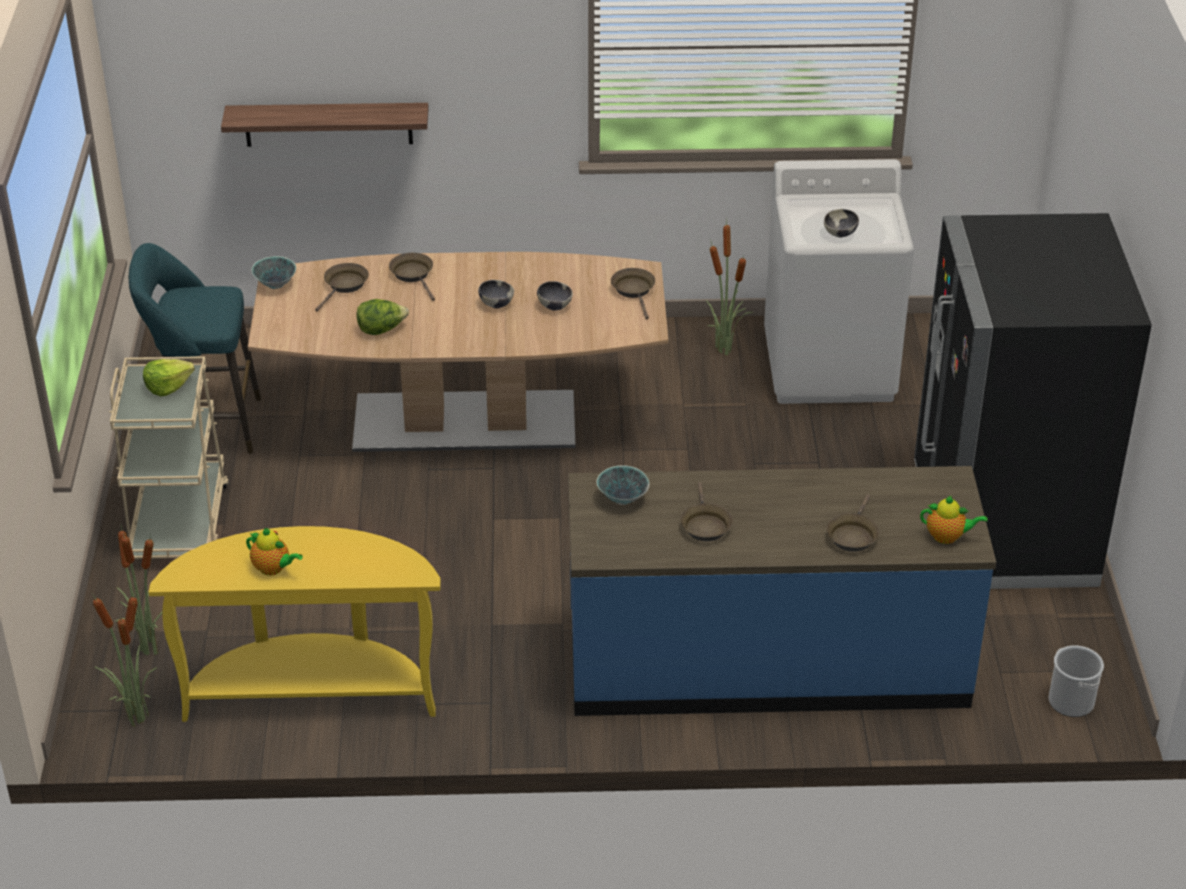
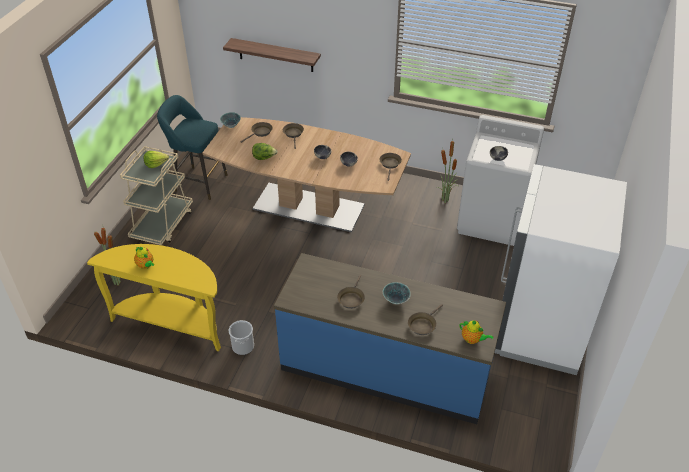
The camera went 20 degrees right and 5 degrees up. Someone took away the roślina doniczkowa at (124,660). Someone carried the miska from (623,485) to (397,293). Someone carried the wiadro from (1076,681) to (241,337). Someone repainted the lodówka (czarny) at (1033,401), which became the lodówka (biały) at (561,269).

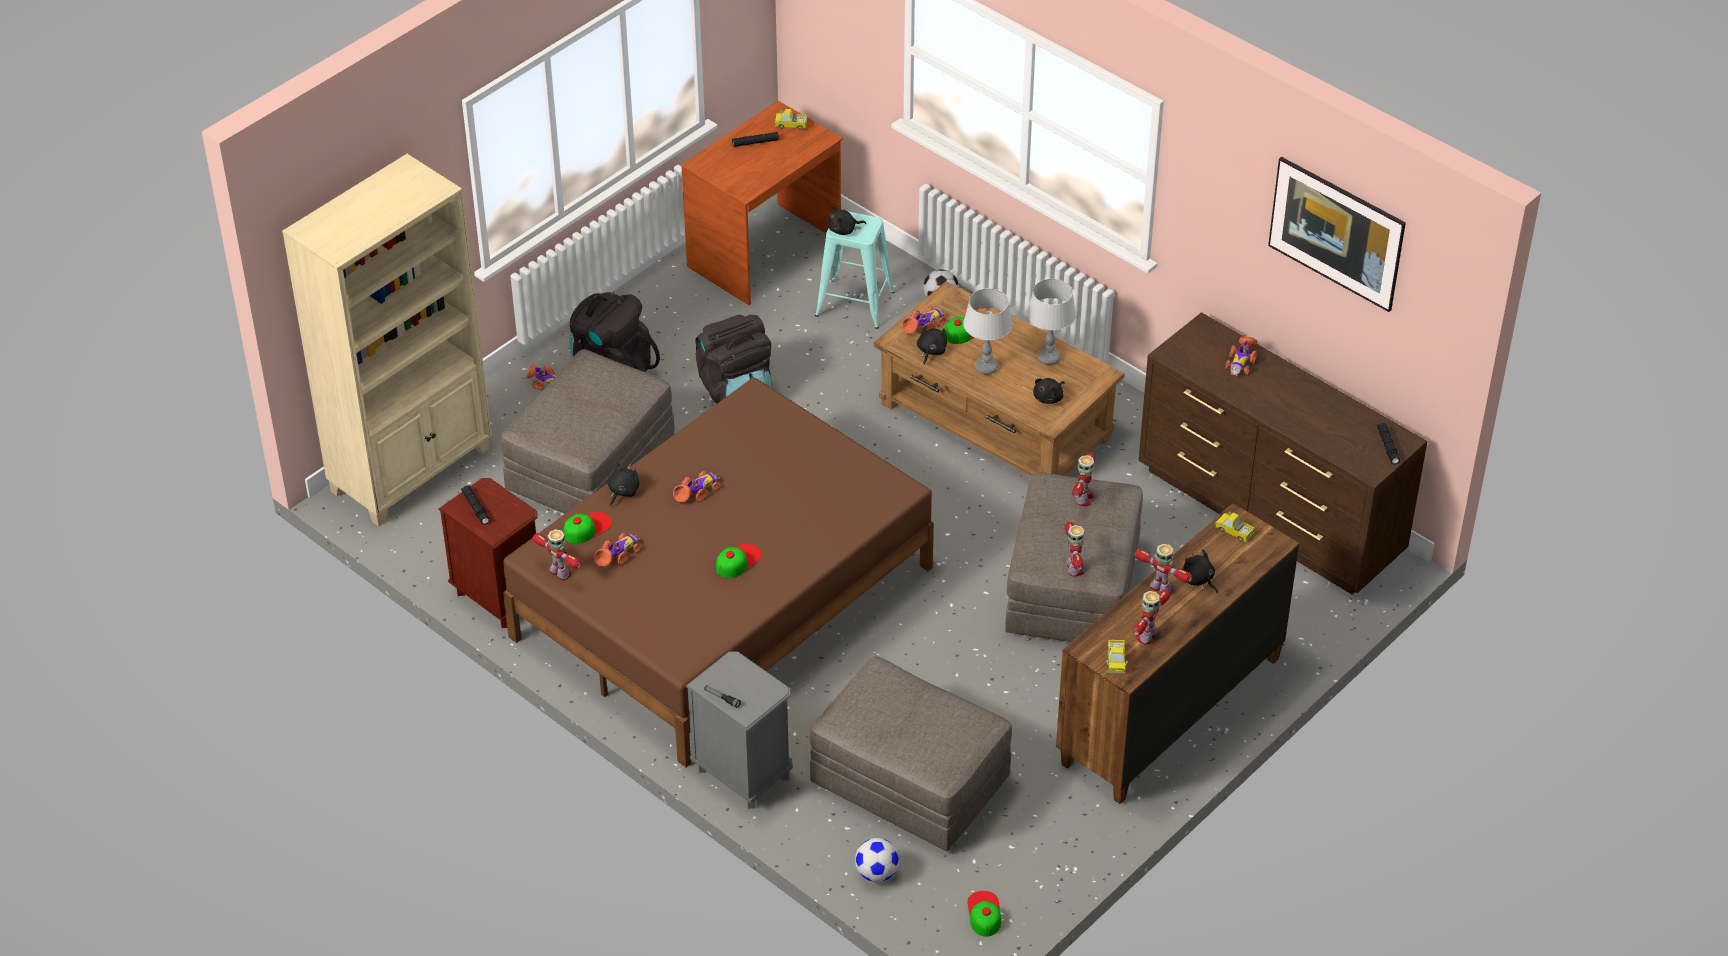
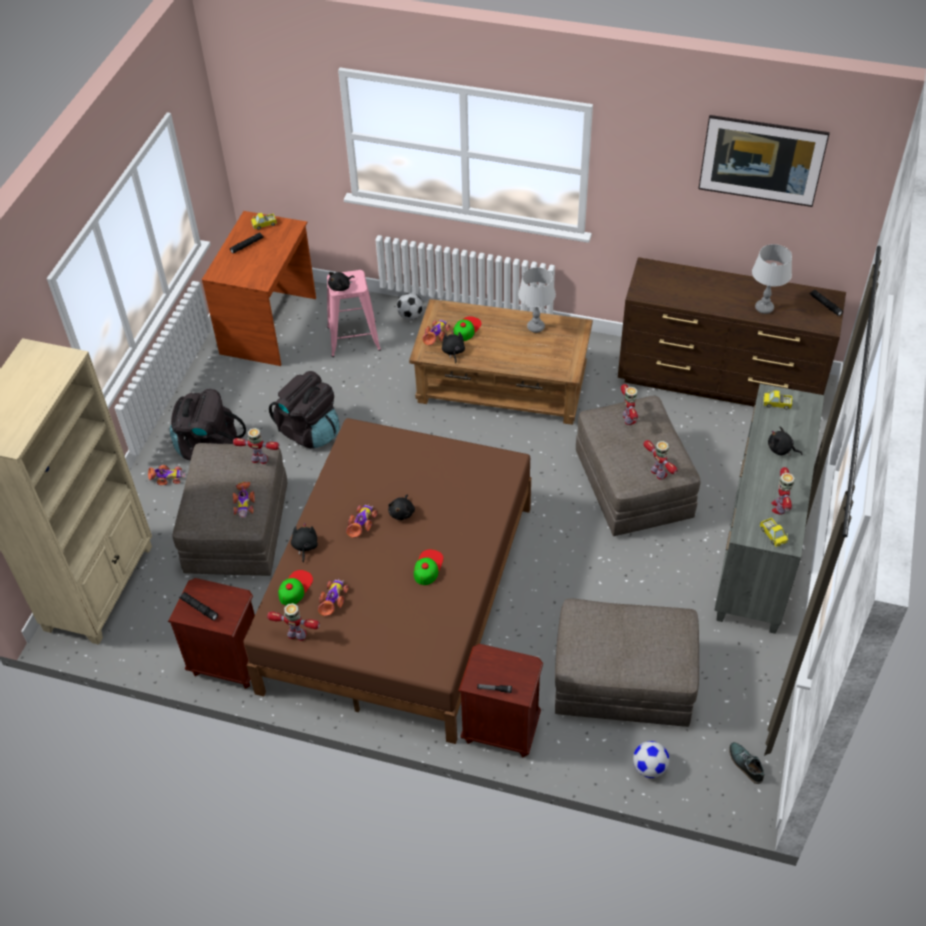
The camera went 25 degrees left and 5 degrees up. Someone carried the lampa stołowa (szary) from (988,331) to (772,279). Someone carried the pluszak (czarny) from (1049,391) to (401,507). Someone carried the robot zabawkowy from (1163,569) to (256,446). Someone carried the samochodzik from (1241,356) to (244,500). Someone swapped the czapka z daszkiem at (984,914) for the but at (747,763). Someone repainted the szafka nocna (szary) at (739,730), which became the szafka nocna (brązowy) at (500,700). Someone repainted the stołek (turkusowy) at (854,270), which became the stołek (różowy) at (354,313). Someone repainted the komoda (brązowy) at (1177,653), which became the komoda (szary) at (769,509).

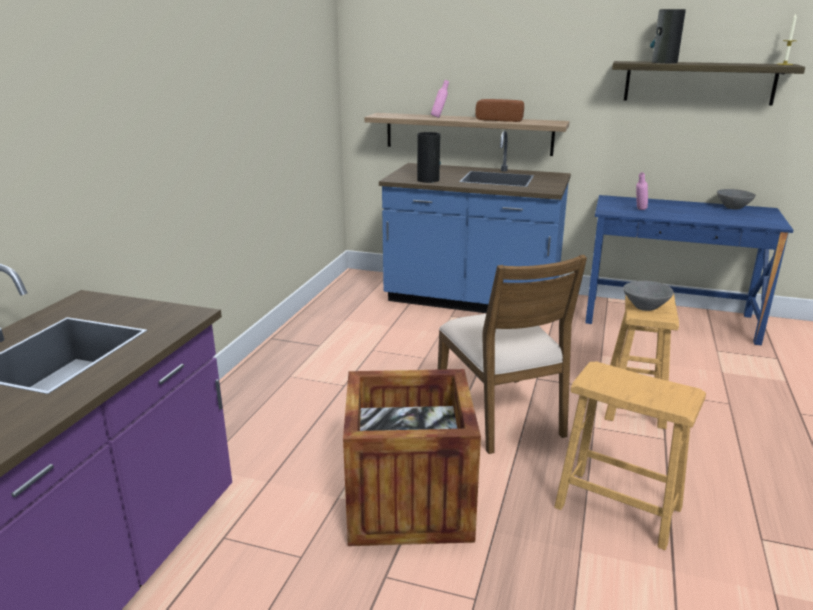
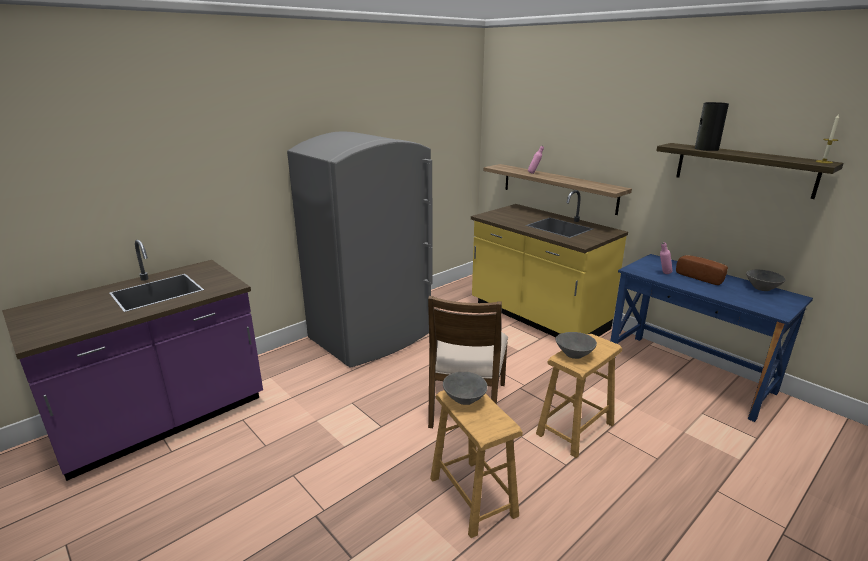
The camera went 30 degrees right and 0 degrees up. Someone took away the skrzynka at (412,457). Someone took away the wazon at (429,157). Someone put down the lodówka (szary) at (359,249). Someone put down the miska (szary) at (465,388). Someone carried the chleb from (500,110) to (702,270). Someone repainted the zabudowa kuchenna (niebieski) at (475,222), which became the zabudowa kuchenna (żółty) at (549,263).

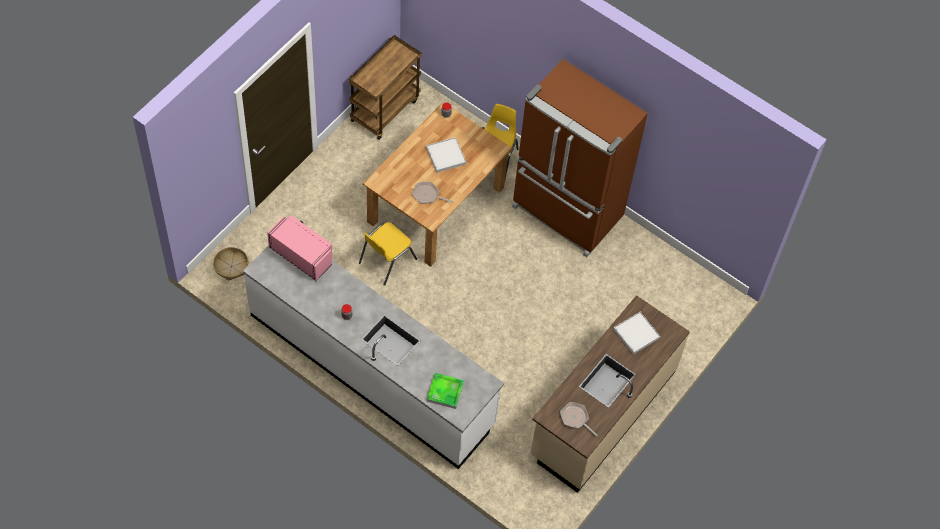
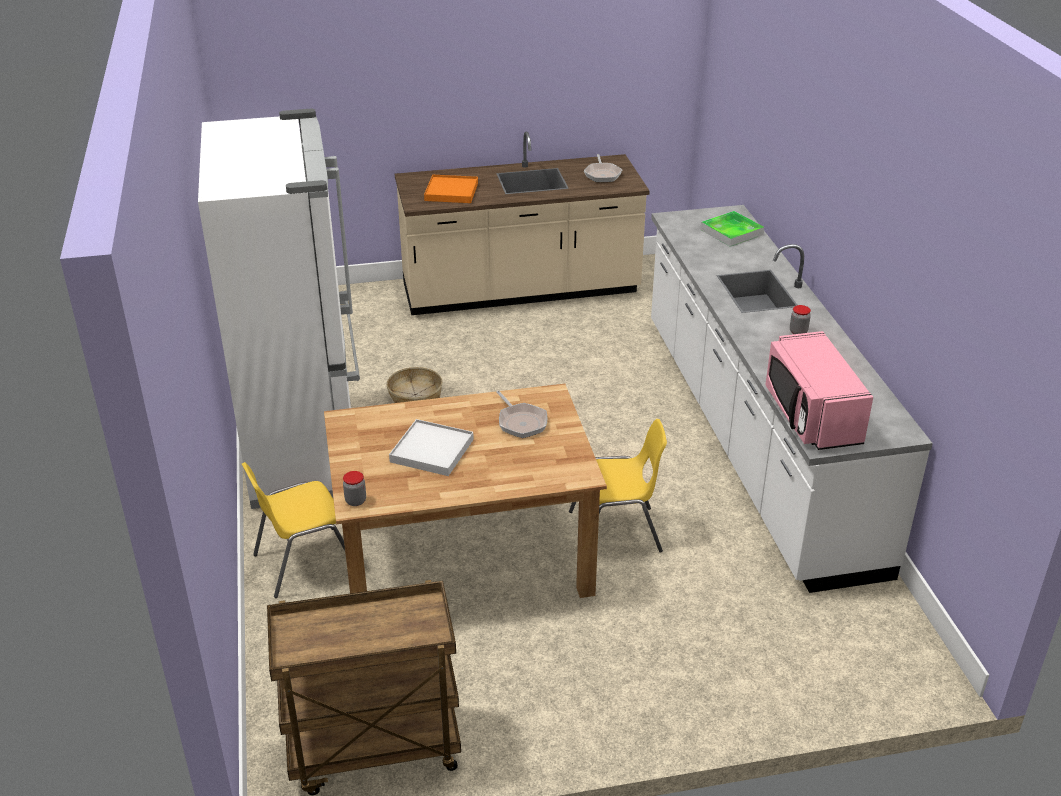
The camera went 135 degrees left and 25 degrees down. Someone carried the koszyk from (230,263) to (414,385). Someone repainted the lodówka (brązowy) at (580,158), which became the lodówka (biały) at (279,308). Someone repainted the taca (biały) at (636,333), which became the taca (pomarańczowy) at (451,189).

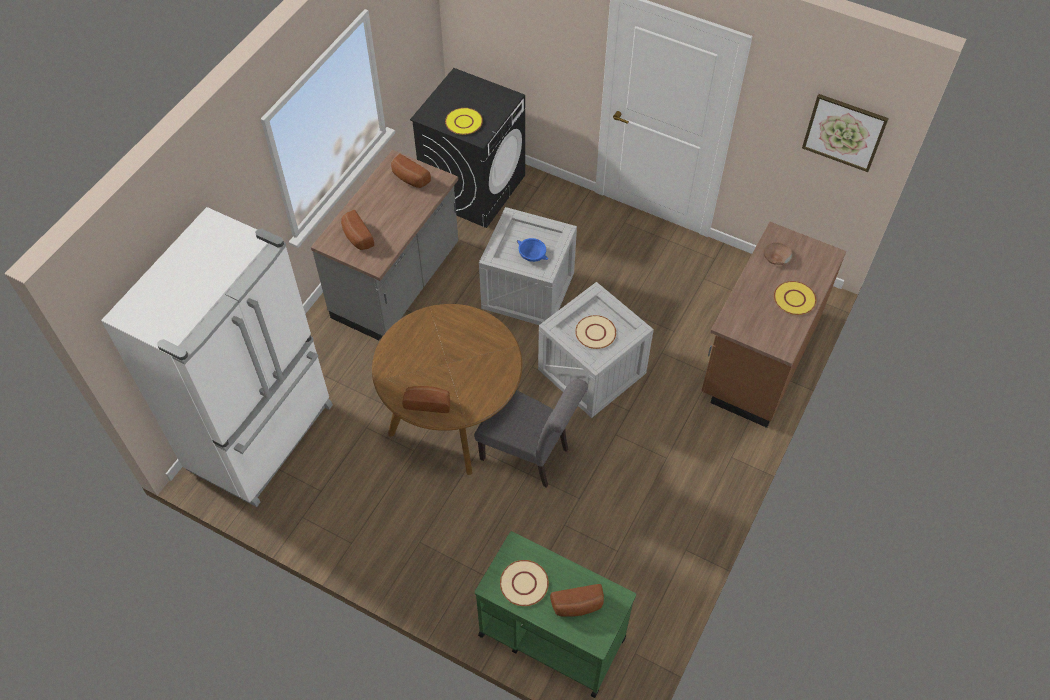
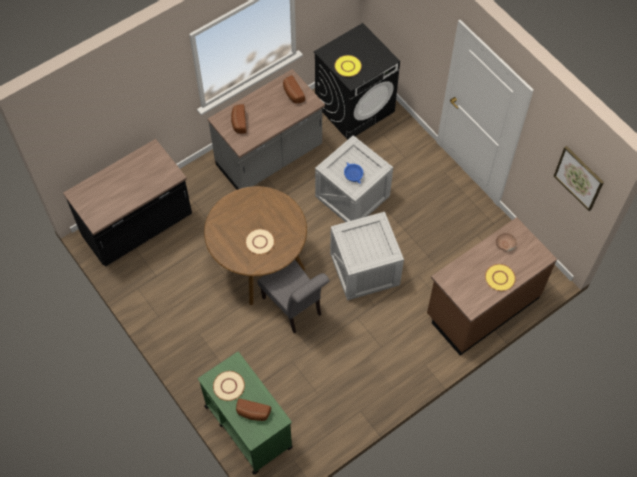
The camera went 25 degrees right and 5 degrees up. Someone took away the chleb at (426,399). Someone carried the talerz (beżowy) from (595,332) to (260,242). Someone swapped the lodówka (biały) at (217,357) for the zabudowa kuchenna (czarny) at (127,203).

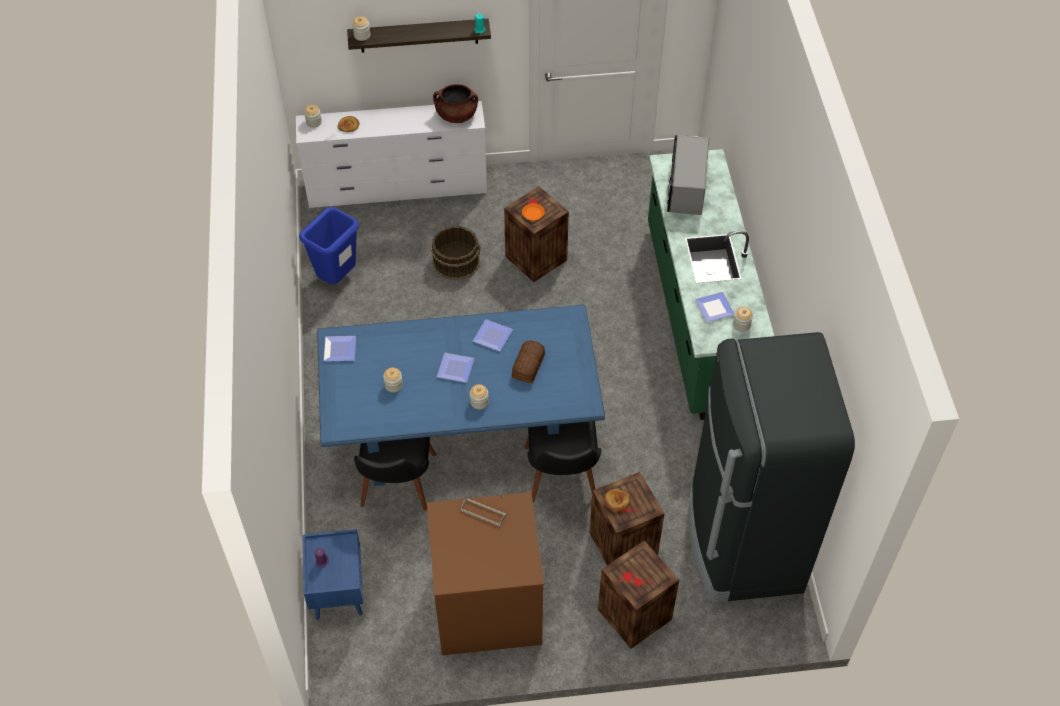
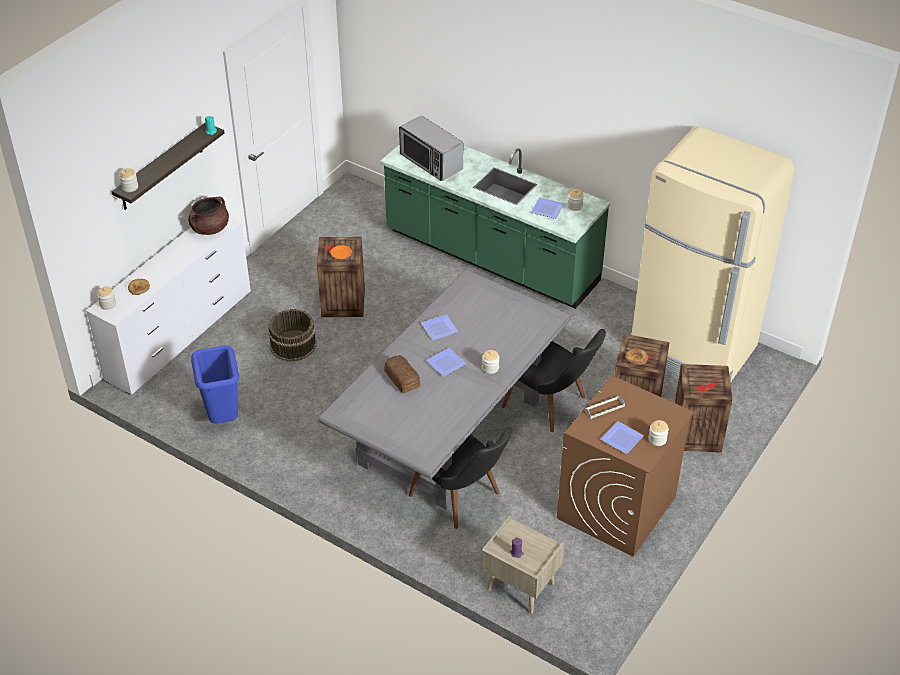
The camera went 50 degrees left and 10 degrees down. Someone carried the talerz from (339,348) to (622,437). Someone carried the słoik from (393,380) to (658,433). Someone carried the chleb from (528,362) to (402,374). Someone repainted the szafka nocna (niebieski) at (333,574), which became the szafka nocna (beżowy) at (523,564). Someone repainted the stół jadalny (niebieski) at (461,395), which became the stół jadalny (szary) at (444,389). Someone repainted the lodówka (czarny) at (771,467), which became the lodówka (beżowy) at (712,255).

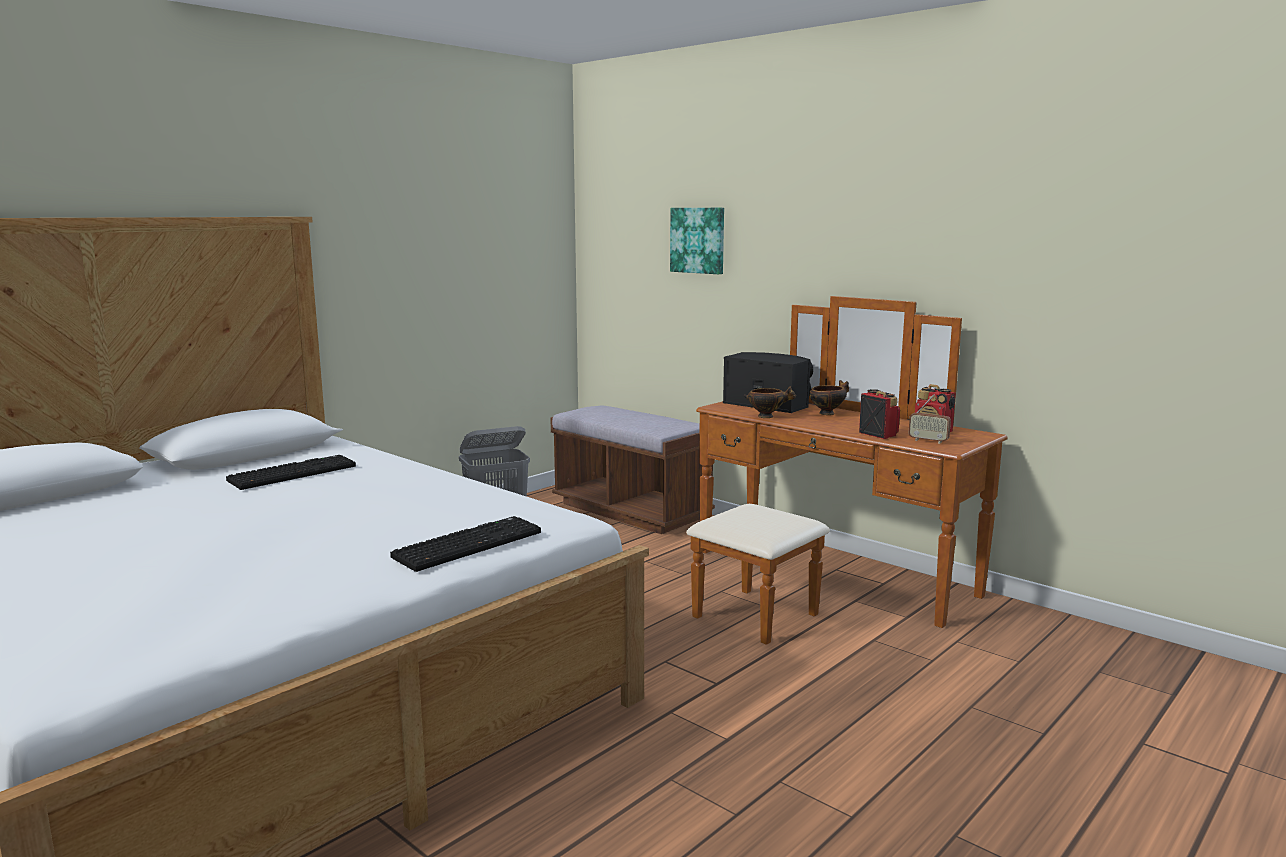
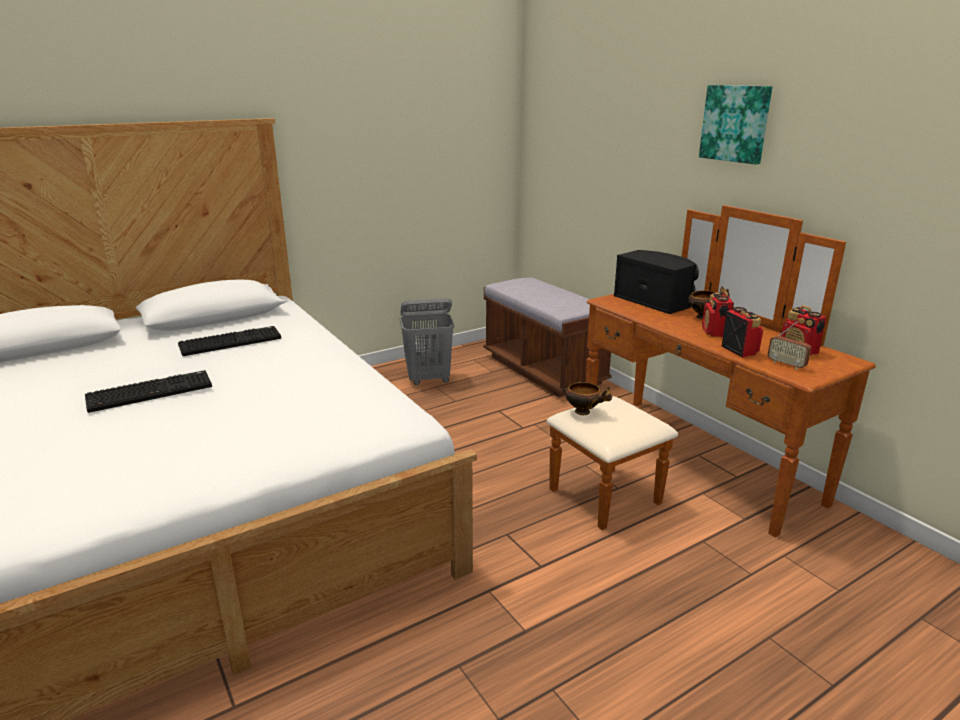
The camera went 15 degrees right and 10 degrees up. Someone put down the radio at (718,314). Someone carried the klawiatura from (465,544) to (148,391). Someone carried the obraz from (697,241) to (735,124). Someone carried the miska from (770,402) to (587,398).

